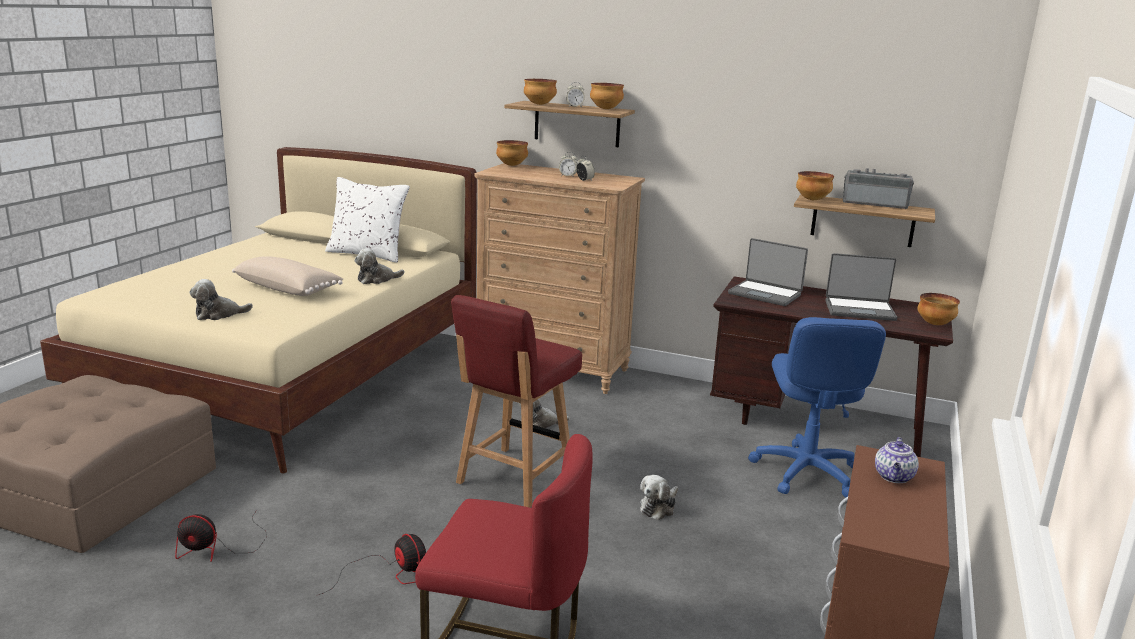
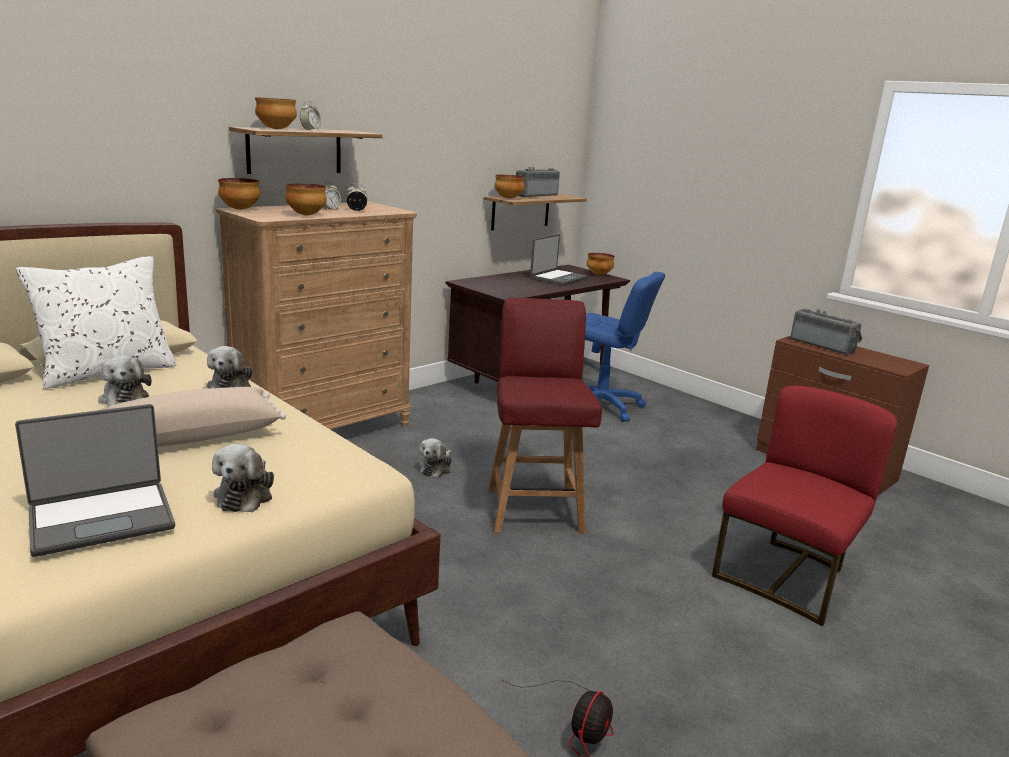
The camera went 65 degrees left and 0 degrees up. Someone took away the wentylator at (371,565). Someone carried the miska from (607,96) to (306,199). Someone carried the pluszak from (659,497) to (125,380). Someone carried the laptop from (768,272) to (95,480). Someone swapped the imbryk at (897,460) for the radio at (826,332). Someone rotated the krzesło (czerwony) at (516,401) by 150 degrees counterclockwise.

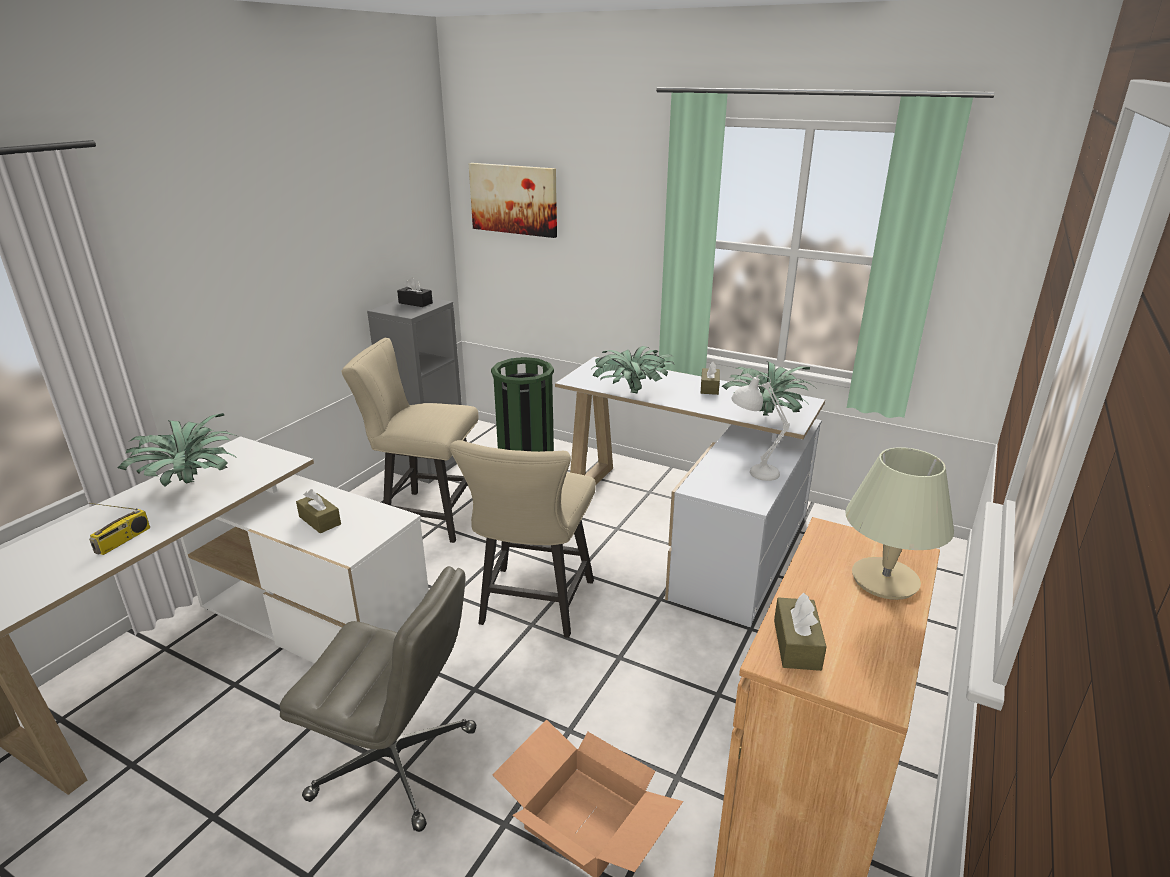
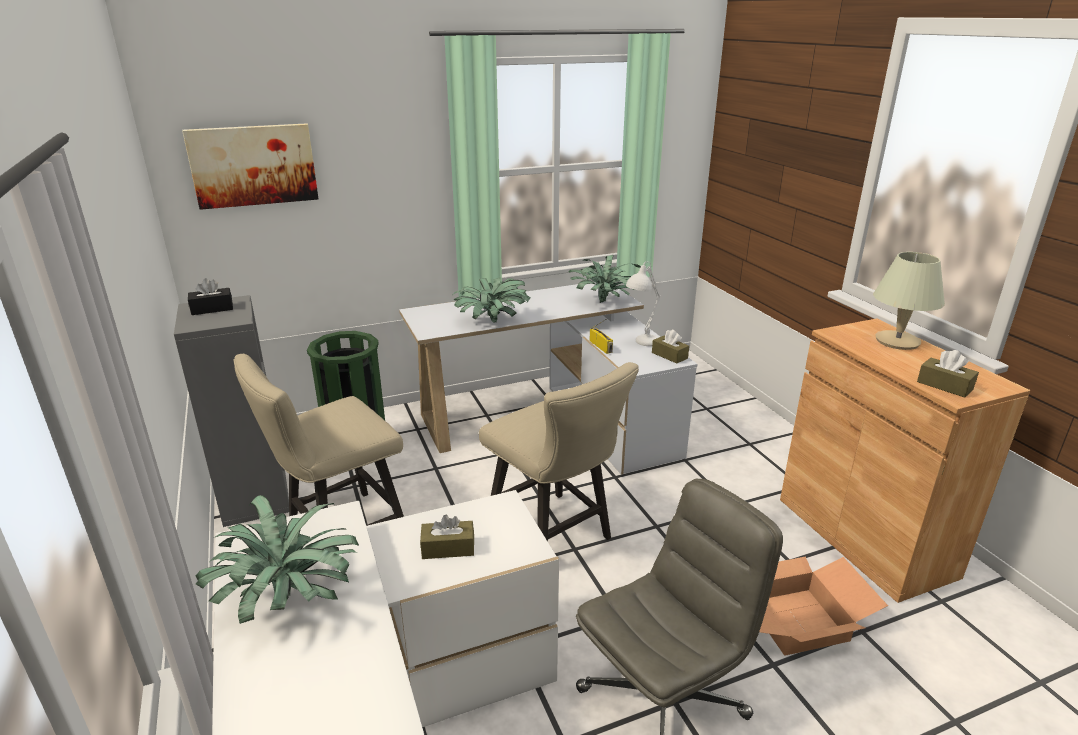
The camera went 50 degrees left and 0 degrees up. Someone carried the radio from (119,529) to (601,336). Someone carried the pudełko chusteczek (brązowy) from (710,378) to (670,346).

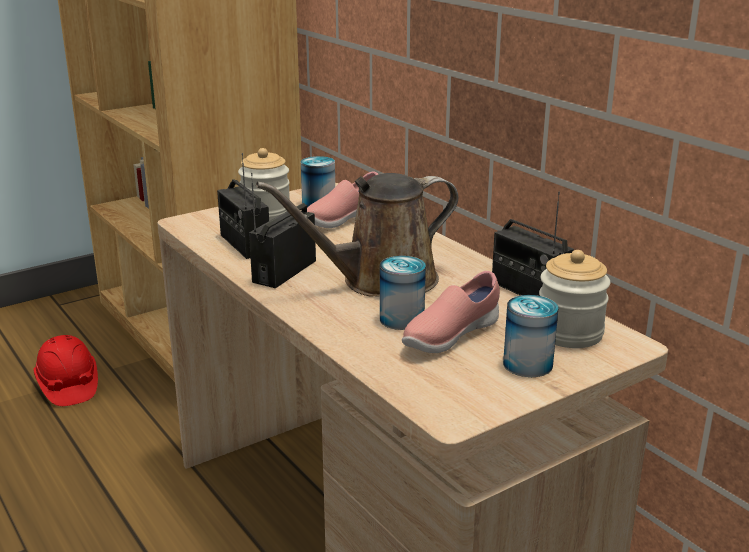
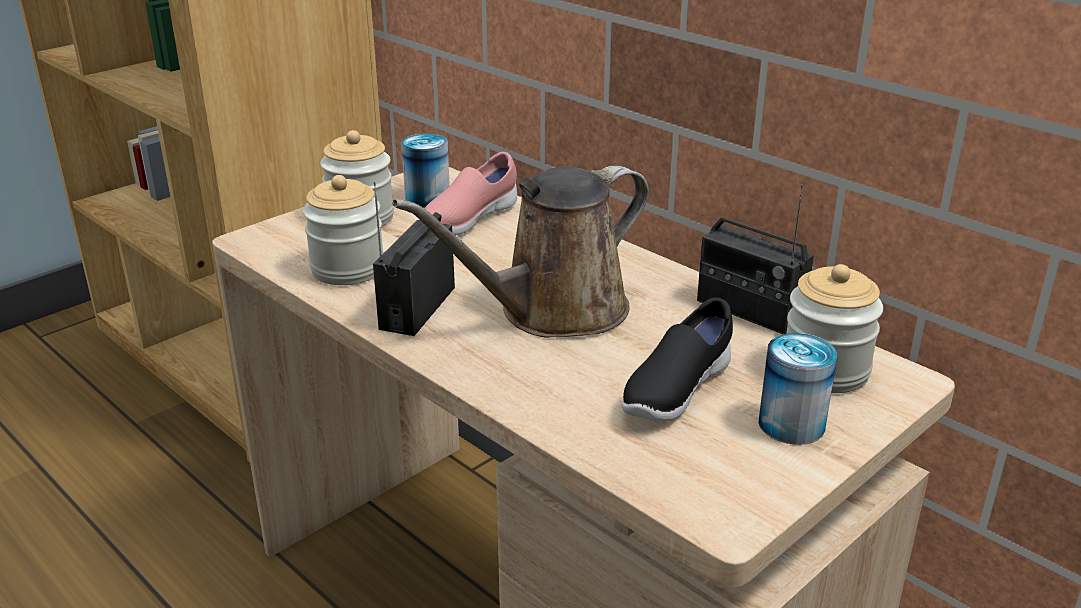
The camera went 10 degrees left and 5 degrees up. Someone took away the kask (czerwony) at (65,370). Someone took away the puszka at (403,293). Someone swapped the radio at (243,206) for the słoik at (343,230). Someone repainted the but (różowy) at (451,312), which became the but (czarny) at (677,360).

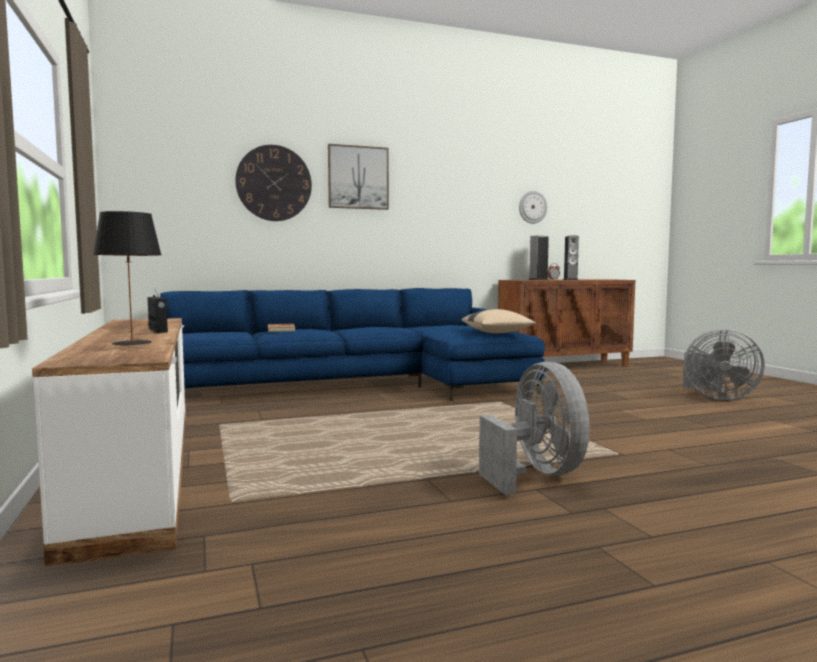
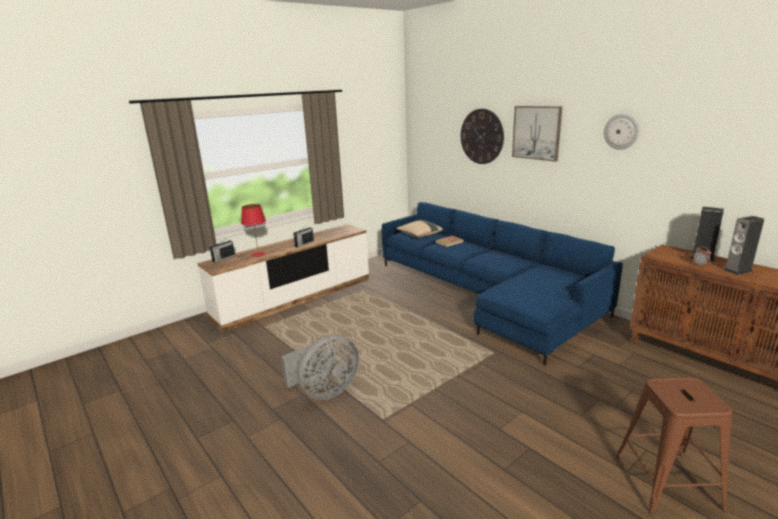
The camera went 70 degrees right and 15 degrees up. Someone put down the radio at (222,251). Someone carried the poduszka (beżowy) from (499,321) to (419,228). Someone carried the zegar ścienny from (533,207) to (621,132). Someone swapped the wentylator (szary) at (724,364) for the stołek (brązowy) at (674,445). Someone repainted the lampa stołowa (czarny) at (127,278), which became the lampa stołowa (czerwony) at (253,230).

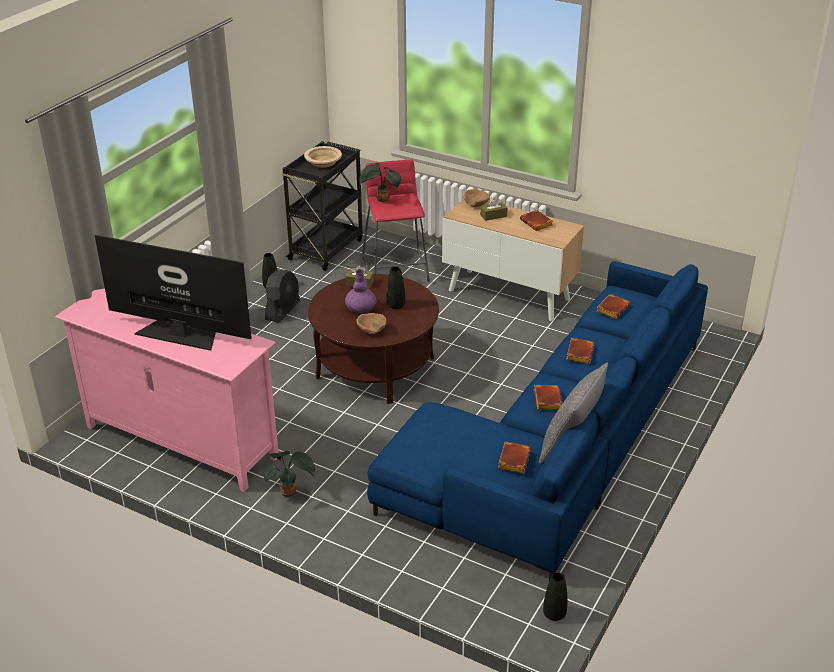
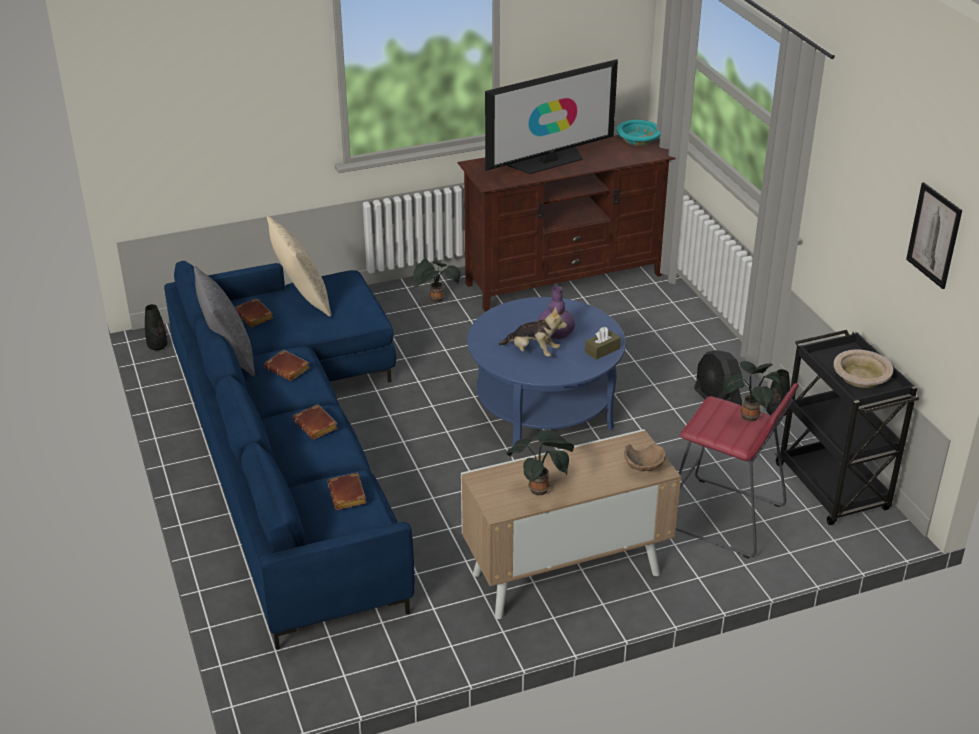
The camera went 130 degrees right and 0 degrees up. Someone took away the miska (brązowy) at (371,323). Someone took away the pudełko chusteczek (brązowy) at (494,209). Someone put down the poduszka (beżowy) at (299,266). Someone put down the miska (turkusowy) at (638,133). Someone put up the obraz at (934,235). Someone swapped the wazon (czarny) at (396,288) for the pluszak at (532,331). Someone swapped the książka (brązowy) at (536,220) for the roślina doniczkowa at (540,463). Someone repainted the szafka pod telewizor (różowy) at (167,390), which became the szafka pod telewizor (brązowy) at (566,223). Someone repainted the ława (brązowy) at (373,339), which became the ława (niebieski) at (546,372).

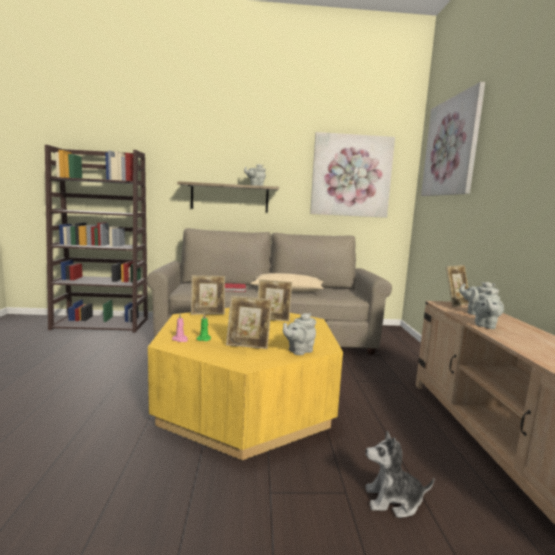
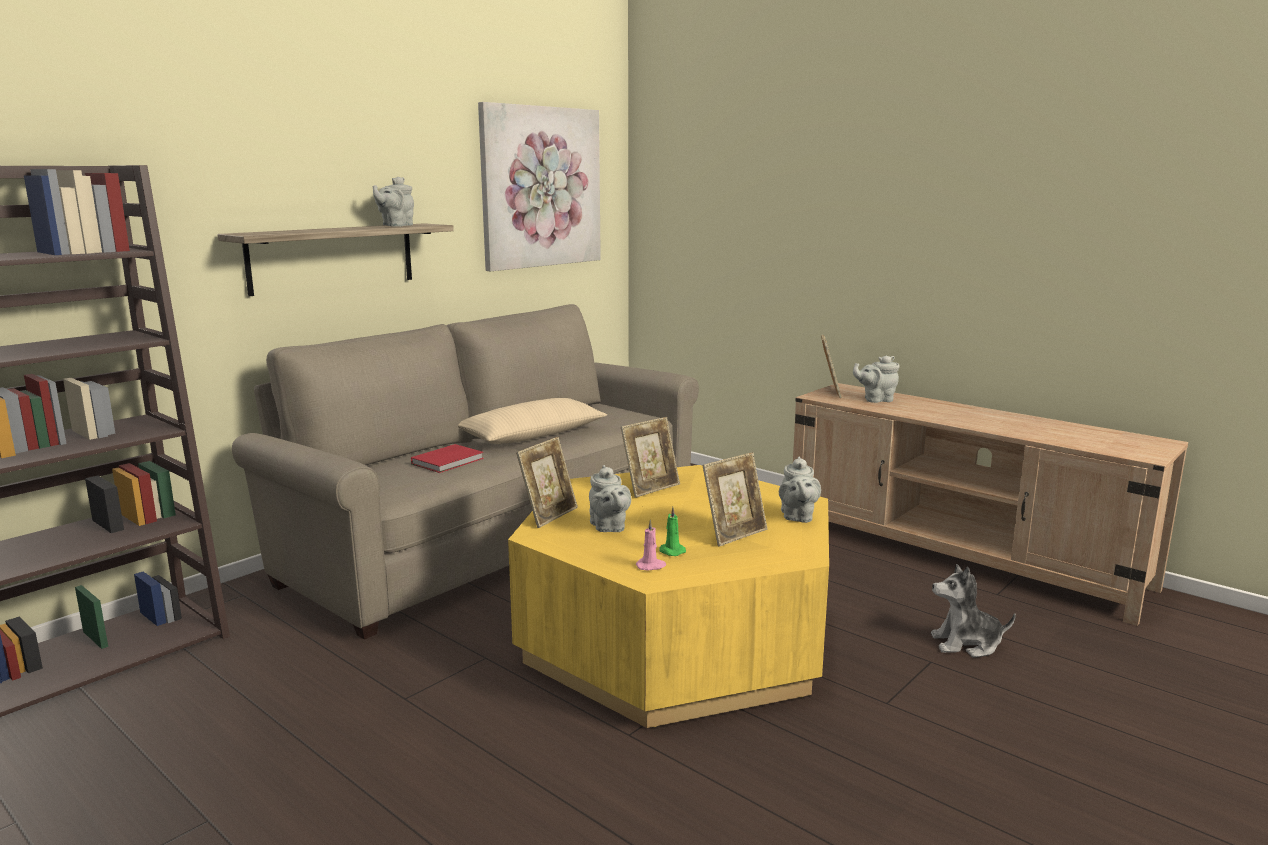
The camera went 45 degrees left and 5 degrees up. Someone took away the obraz at (453,139). Someone carried the imbryk (szary) from (488,308) to (610,498). Someone rotated the pluszak at (399,474) by 45 degrees clockwise.

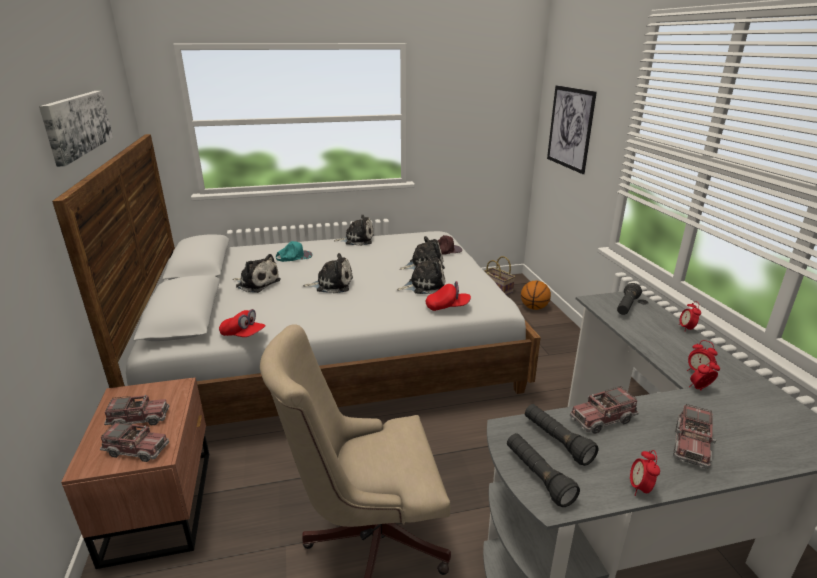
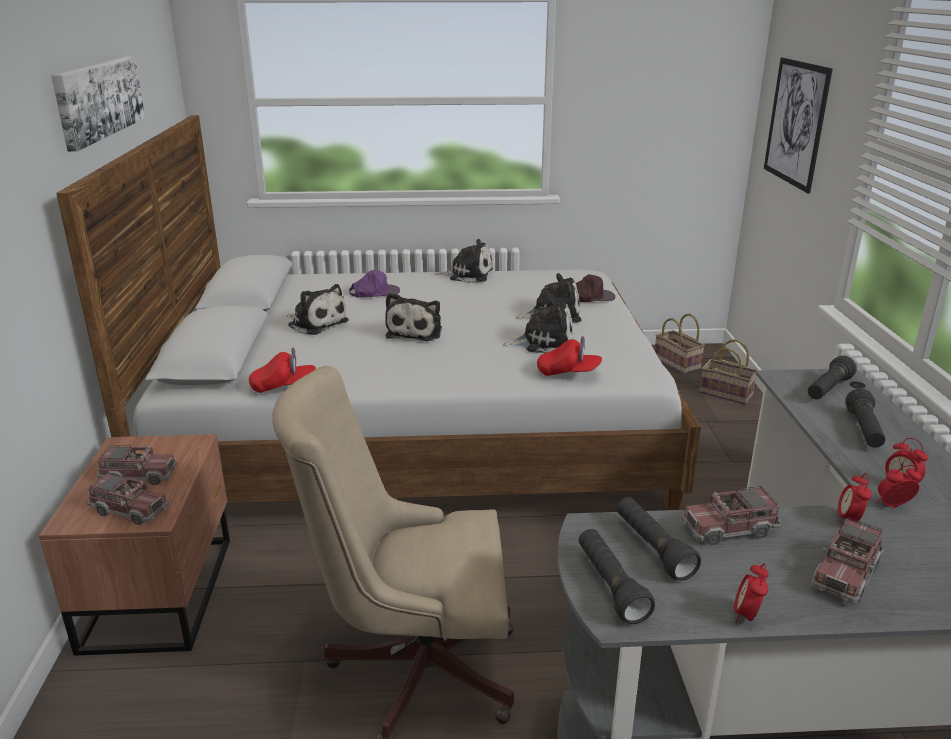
The camera went 10 degrees right and 0 degrees up. Someone put down the latarka (czarny) at (865,418). Someone carried the budzik from (690,316) to (854,499). Someone swapped the piłka do koszykówki at (536,295) for the koszyk at (729,372). Someone repainted the czapka z daszkiem (turkusowy) at (294,251), which became the czapka z daszkiem (fioletowy) at (374,283). Someone rotated the czapka z daszkiem (czerwony) at (242,323) by 45 degrees counterclockwise. Someone rotated the pluszak at (328,273) by 90 degrees clockwise.

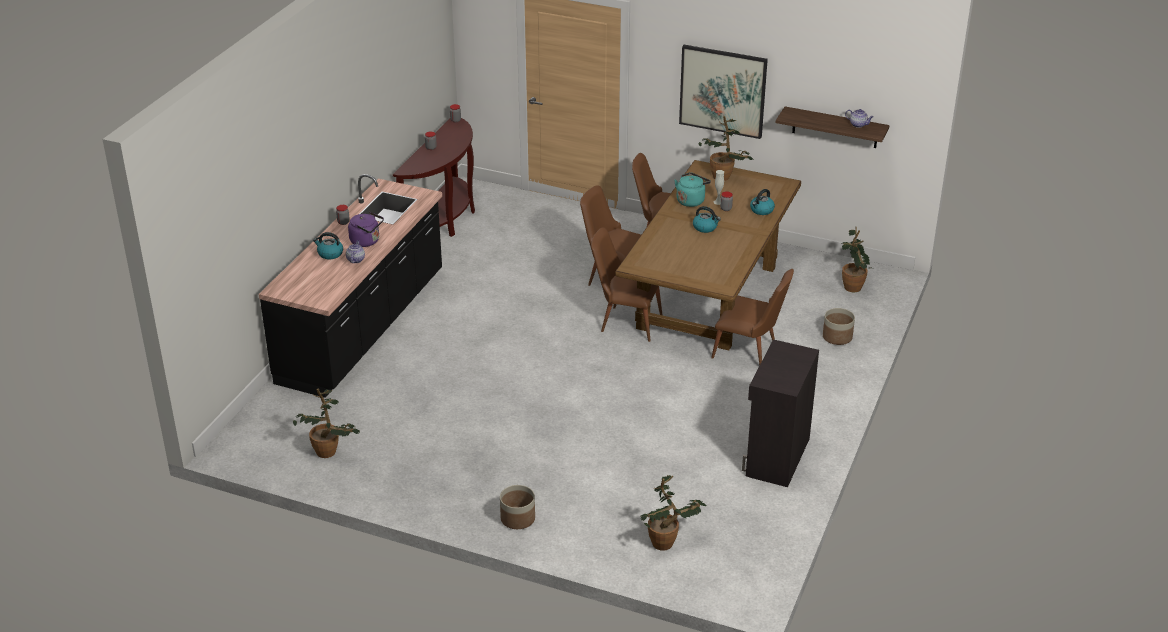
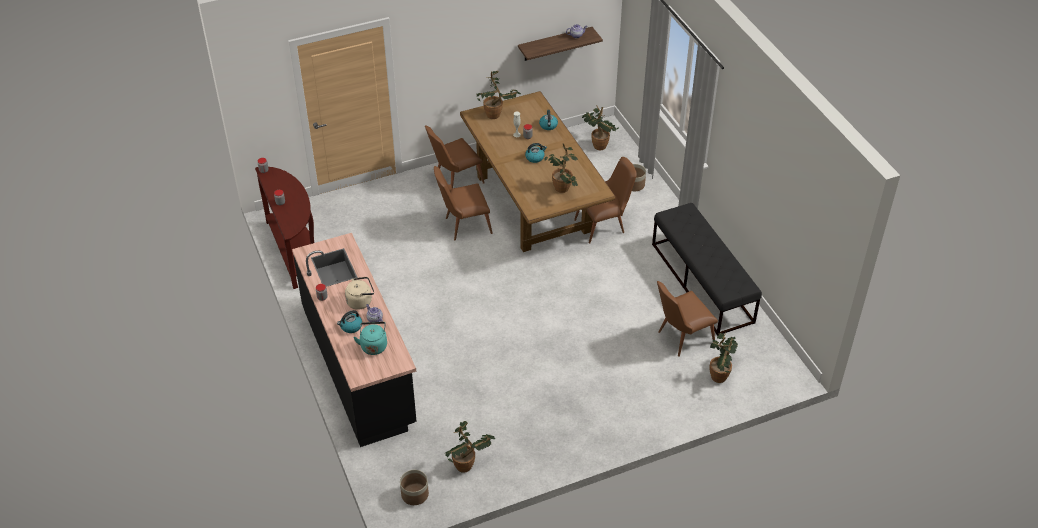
The camera went 45 degrees left and 10 degrees up. Someone took away the obraz at (723,92). Someone put down the roślina doniczkowa at (561,168). Someone carried the donica from (517,507) to (414,487). Someone carried the krzesło (brązowy) from (626,285) to (687,319). Someone carried the czajnik (turkusowy) from (693,189) to (370,338). Someone swapped the szafka (czarny) at (780,413) for the ławka (czarny) at (707,269). Someone repainted the czajnik (fioletowy) at (366,229), which became the czajnik (beżowy) at (359,293).

